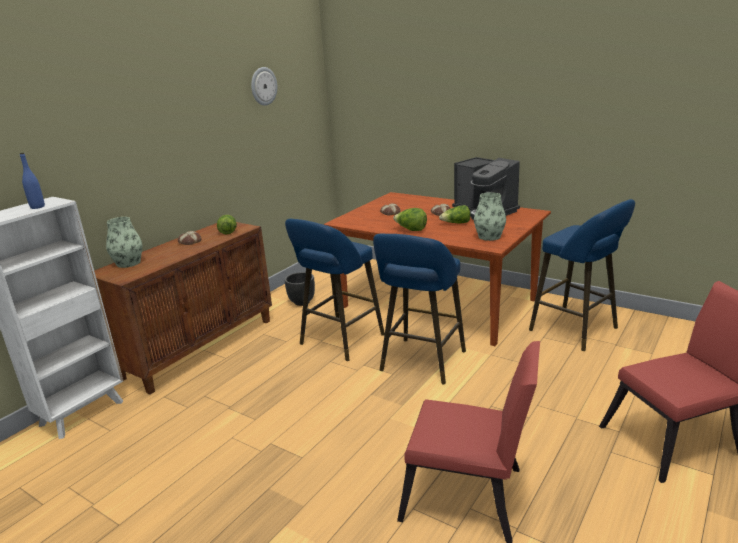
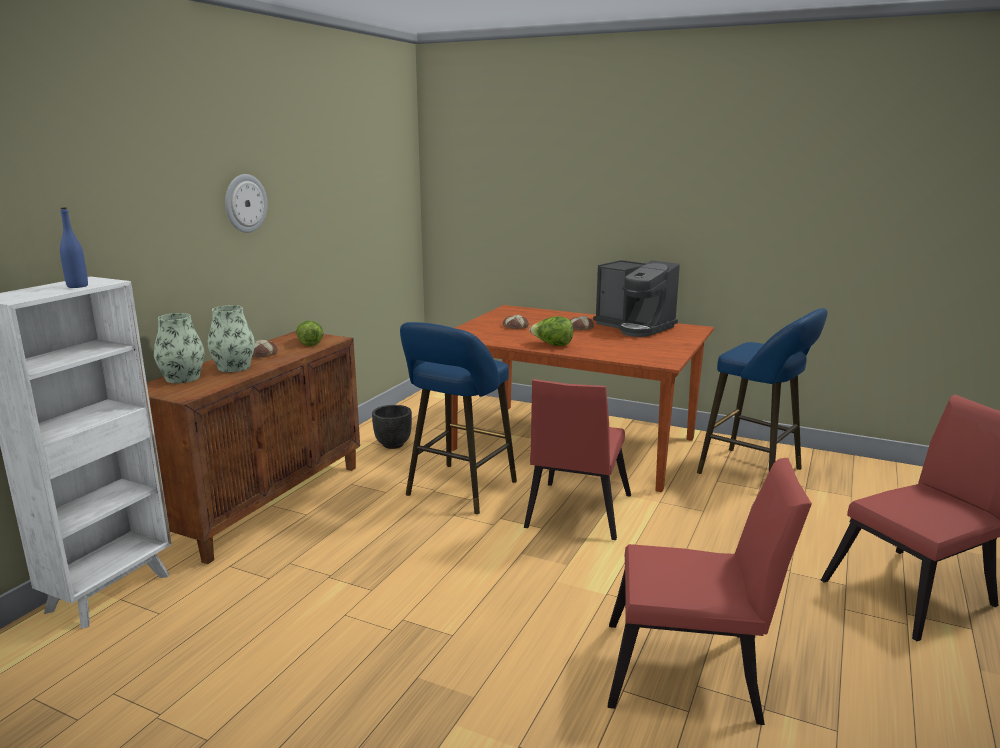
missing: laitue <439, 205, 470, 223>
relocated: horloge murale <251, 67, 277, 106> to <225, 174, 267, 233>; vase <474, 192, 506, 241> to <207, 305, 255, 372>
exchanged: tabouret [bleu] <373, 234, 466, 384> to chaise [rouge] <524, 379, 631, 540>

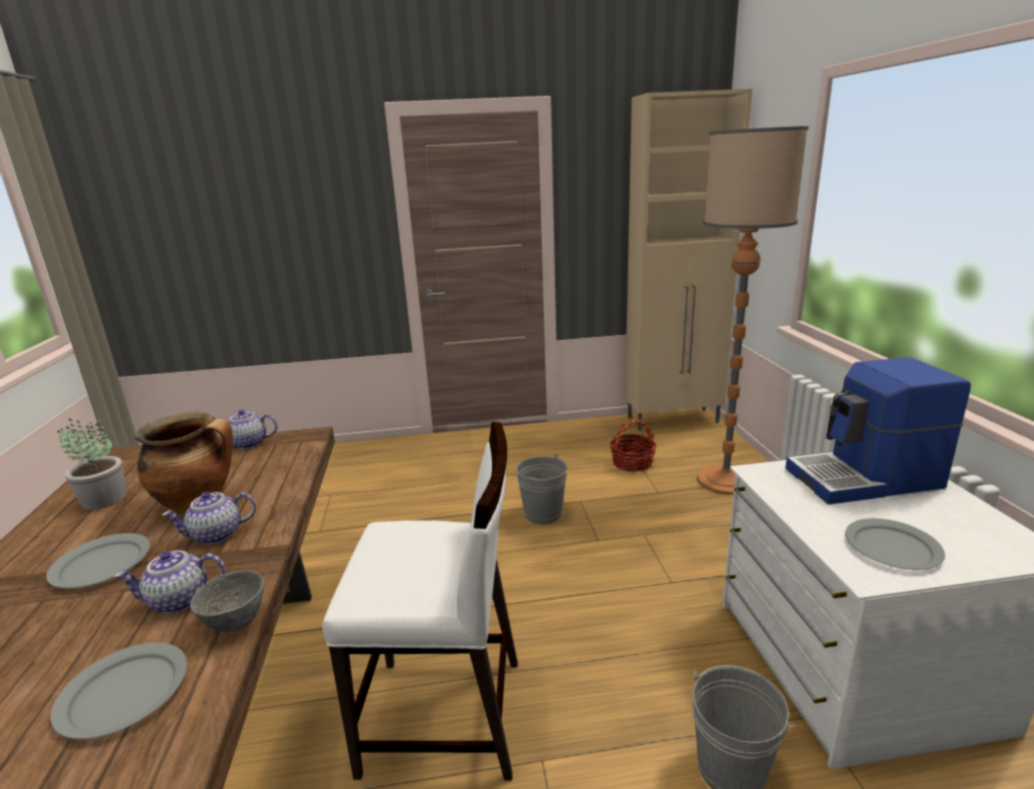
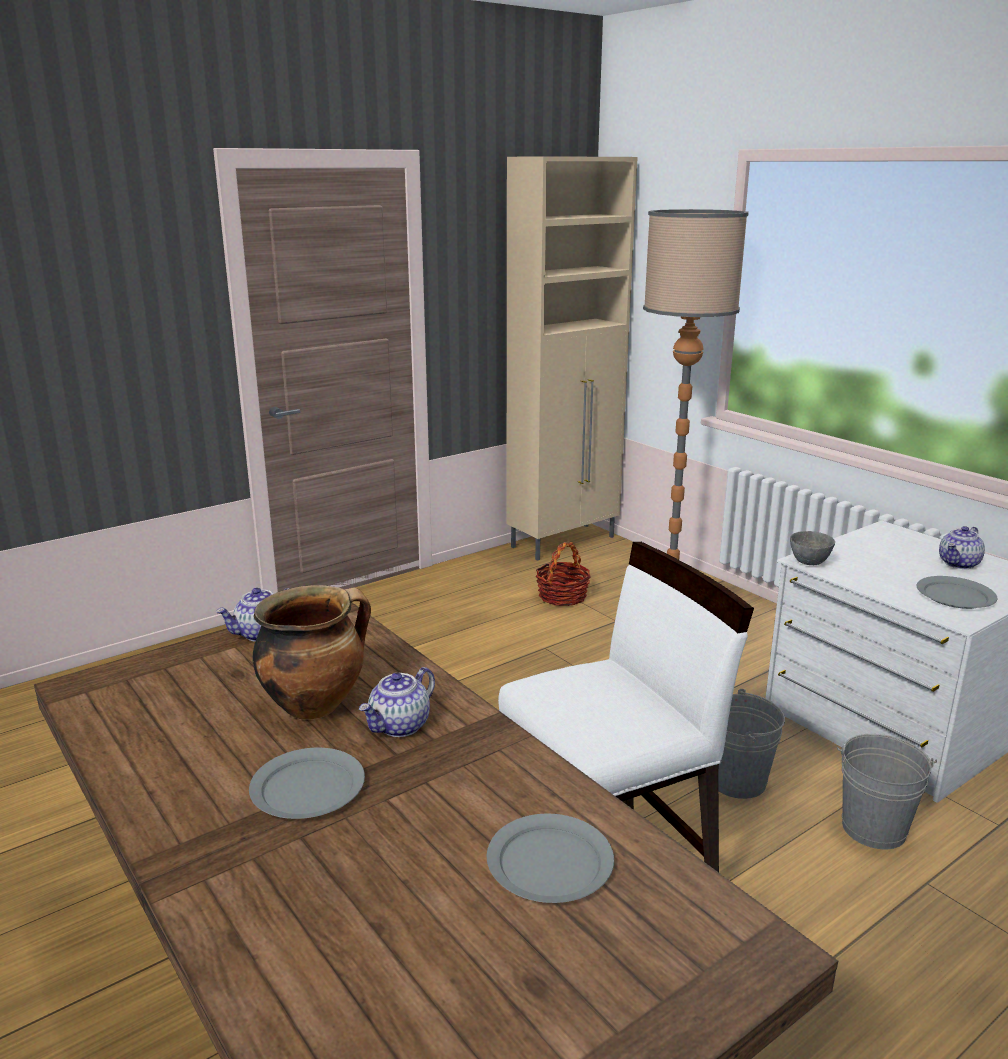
missing: plante en pot <57, 418, 127, 510>; machine à café <785, 357, 971, 505>
relocated: théière <114, 550, 225, 613> to <939, 526, 985, 569>; bol [gris] <190, 570, 264, 632> to <790, 531, 835, 565>; seau [gris] <516, 454, 567, 524> to <718, 689, 785, 799>

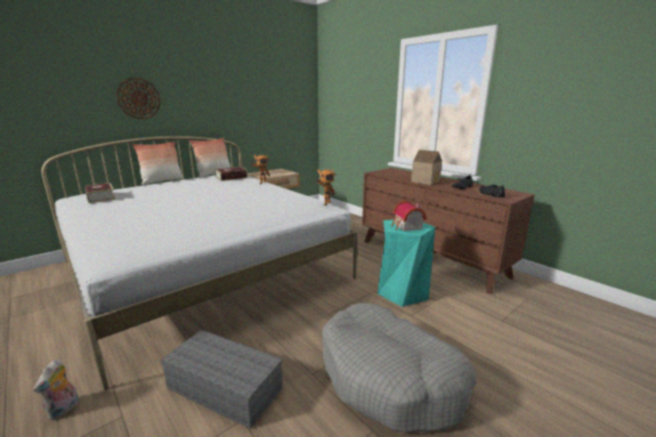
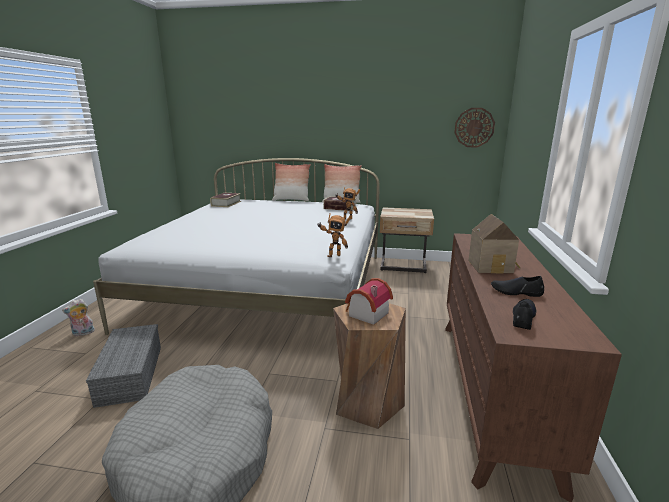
relocated: horloge murale <116, 78, 161, 119> to <454, 108, 495, 147>
colour: tabouret [turquoise] <377, 220, 435, 307> to tabouret [marron] <333, 303, 406, 429>

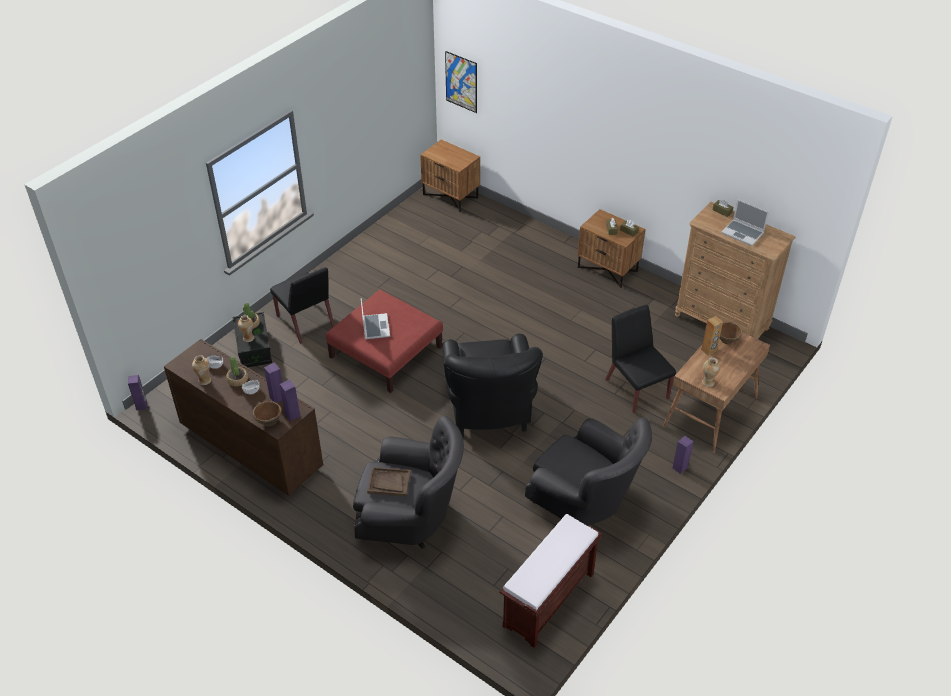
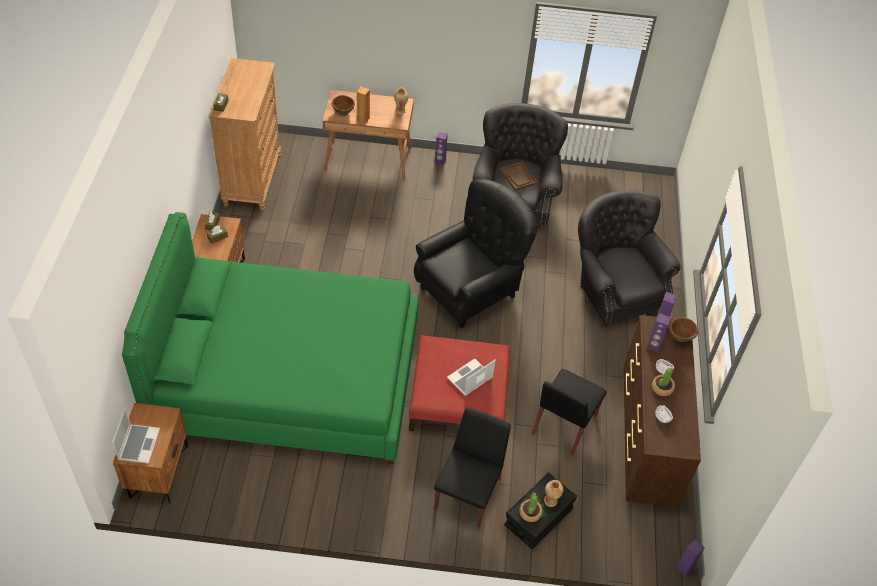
missing: vase <192, 355, 211, 385>; tableau <445, 51, 477, 113>; banc [marron] <499, 514, 602, 648>
appeared: lit [vert] <122, 212, 419, 464>
relocated: plateau [marron] <367, 467, 411, 496> to <500, 162, 538, 191>; chaise [noir] <605, 305, 676, 413> to <531, 369, 606, 456>; ordinateur portable <721, 199, 769, 246> to <112, 408, 160, 464>

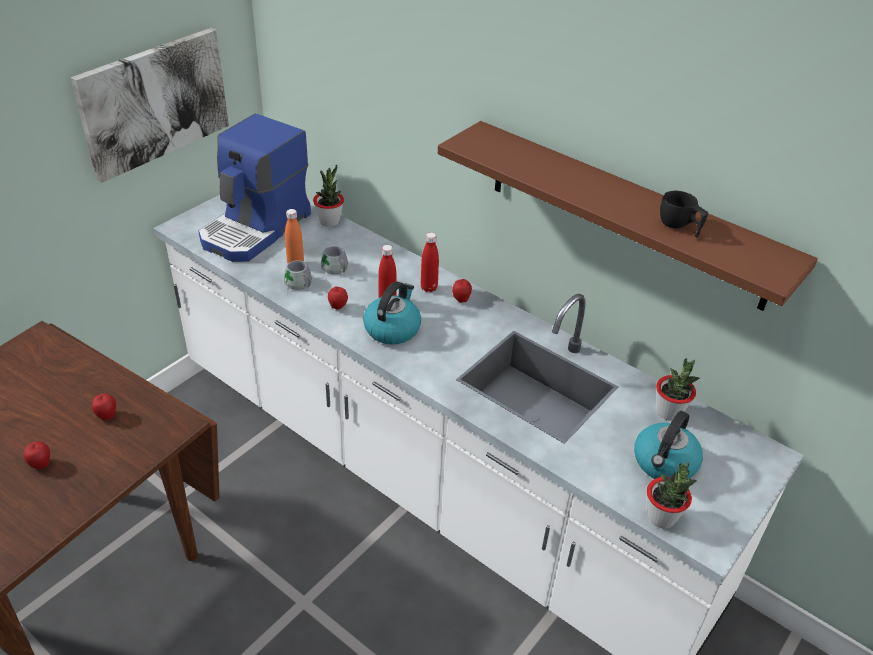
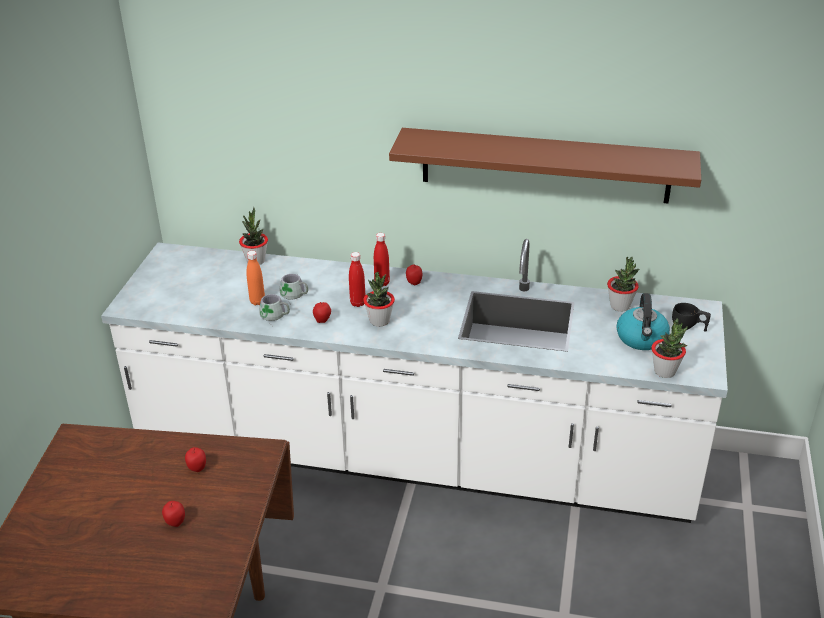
missing: tableau <71, 28, 229, 183>; machine à café <199, 114, 311, 262>
relocated: tasse [noir] <660, 191, 708, 238> to <672, 303, 711, 332>
exchanged: bouilloire <363, 281, 421, 345> to plante en pot <363, 272, 395, 327>

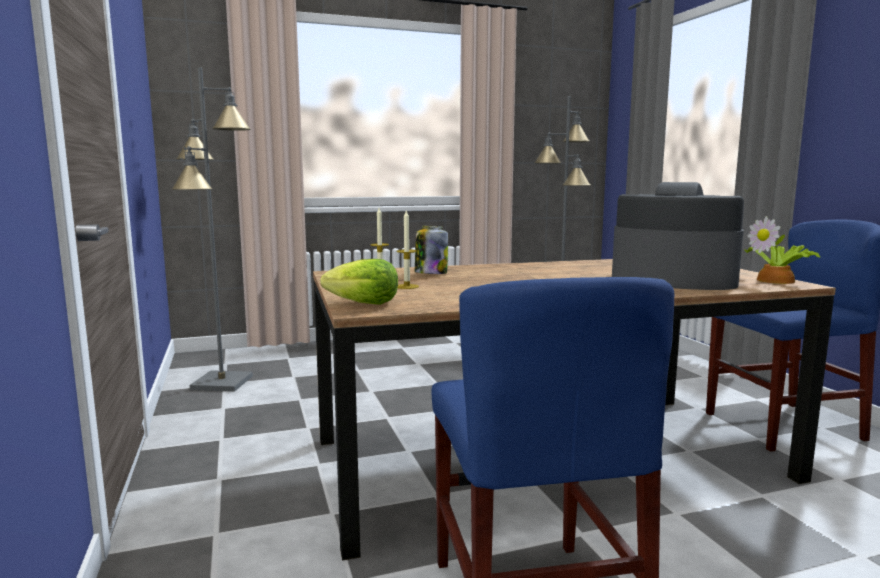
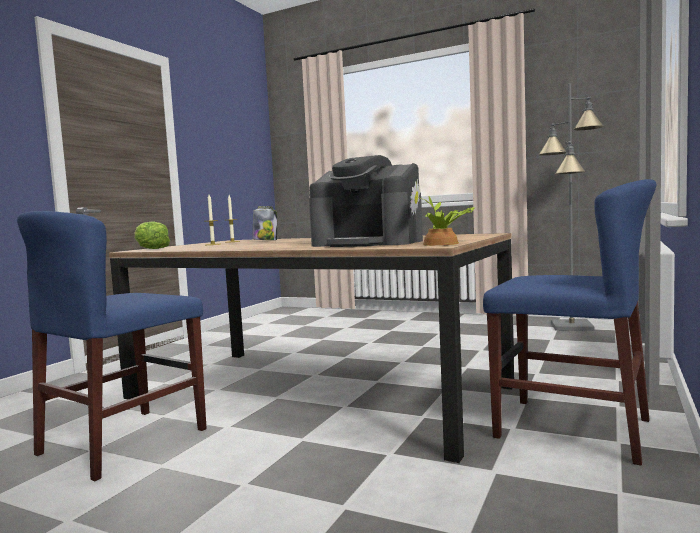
missing: lampadaire [gris] <172, 67, 253, 392>
spun: machine à café <612, 182, 744, 290> = <309, 155, 423, 247> 135 degrees clockwise

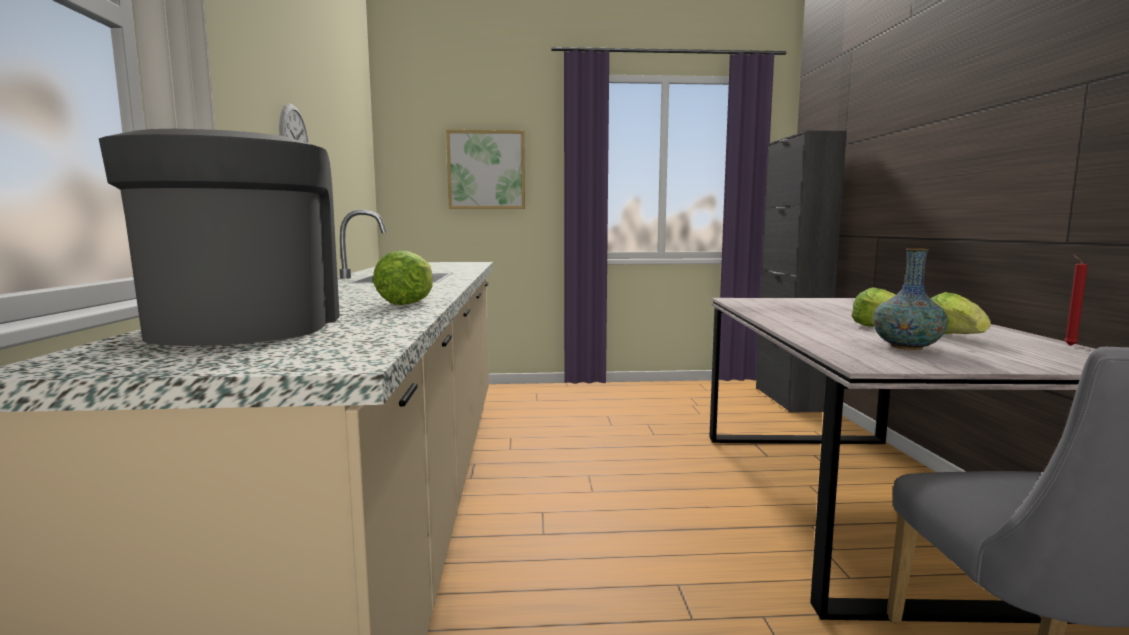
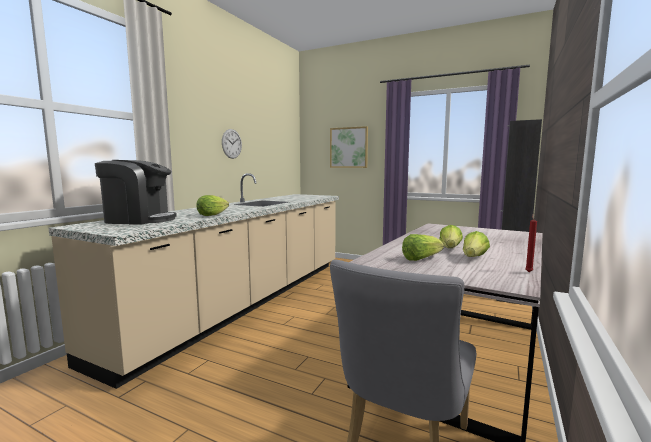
exchanged: vase <873, 248, 948, 350> to laitue <402, 234, 444, 261>
spun: machine à café <99, 129, 340, 346> = <95, 160, 177, 225> 75 degrees clockwise

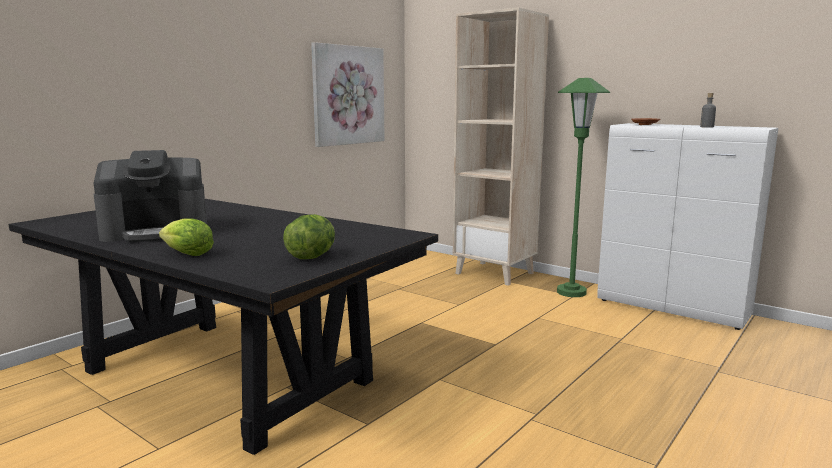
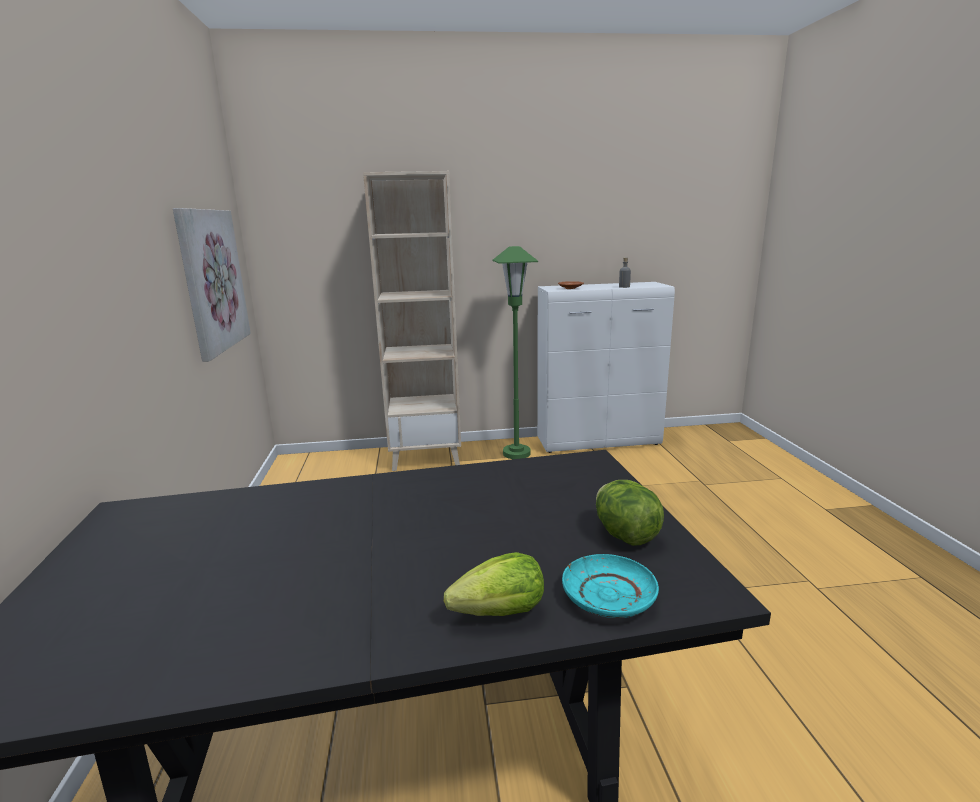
missing: machine à café <94, 150, 207, 242>
appeared: assiette [turquoise] <562, 554, 659, 618>

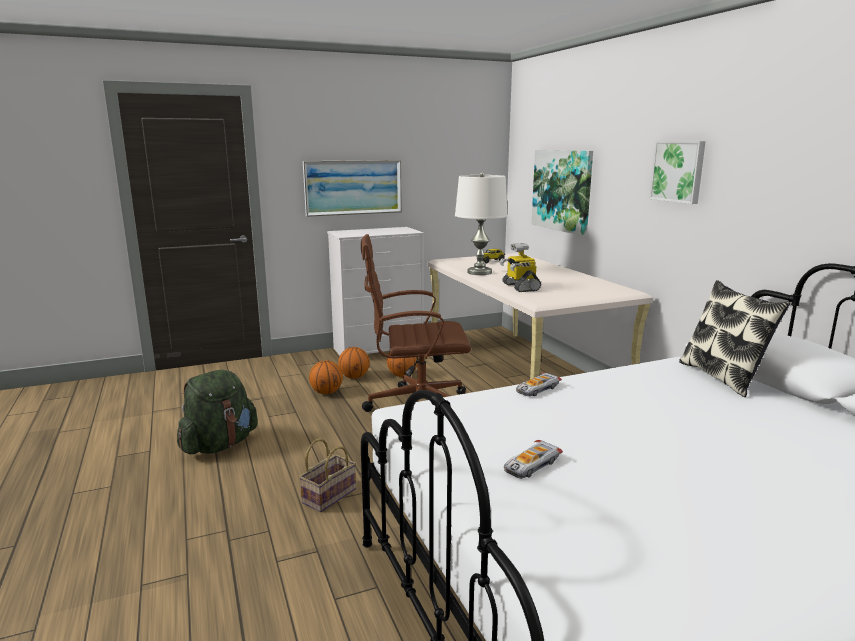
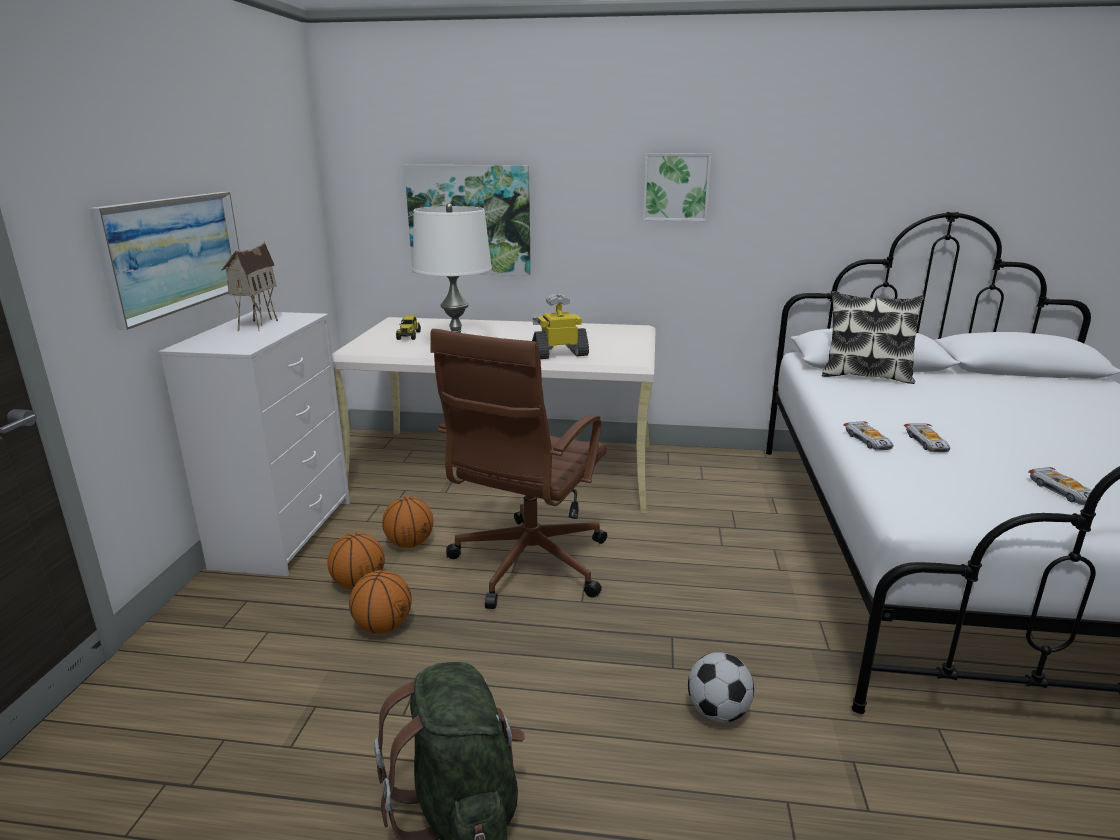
appeared: maison miniature <221, 242, 278, 331>; petite voiture <904, 423, 950, 452>
exchanged: panier <299, 438, 356, 512> to ballon de foot <688, 652, 754, 722>
spun: robot jouet <500, 243, 541, 292> = <532, 294, 589, 359> 150 degrees clockwise

